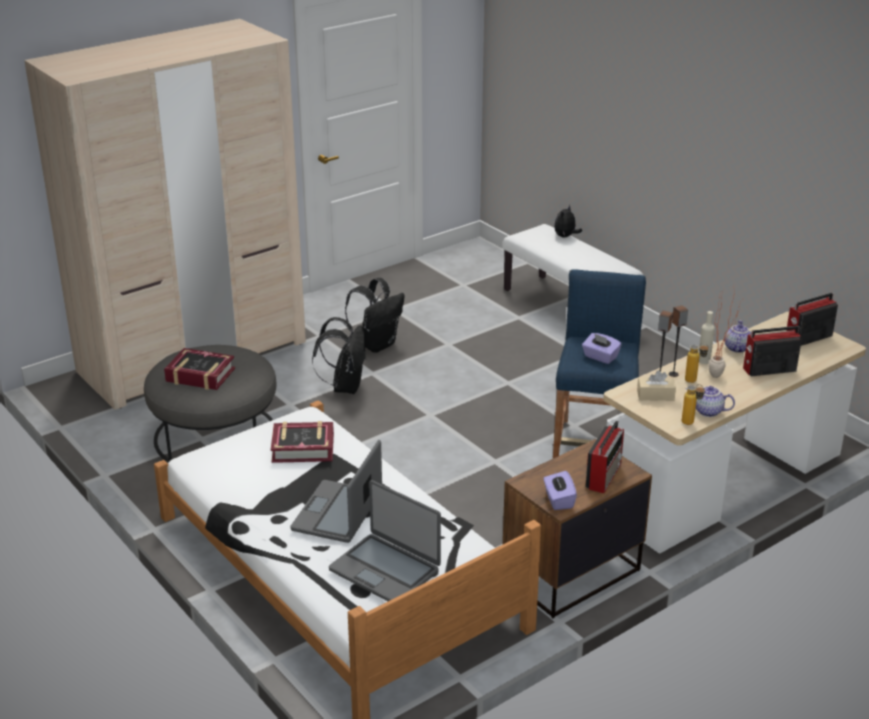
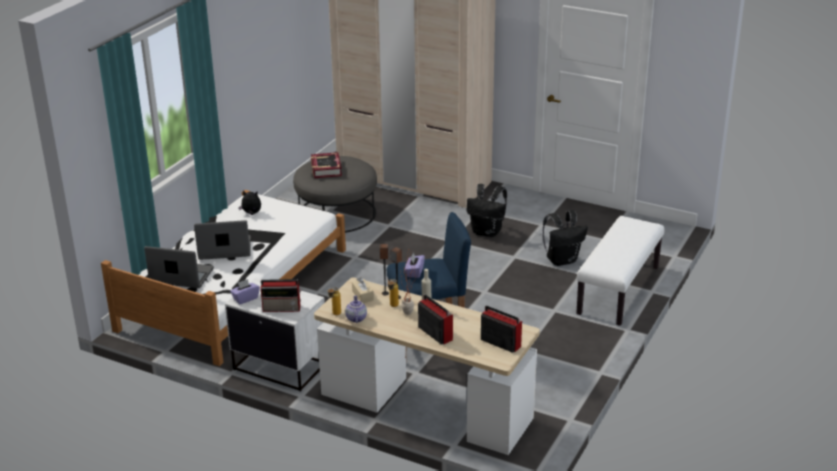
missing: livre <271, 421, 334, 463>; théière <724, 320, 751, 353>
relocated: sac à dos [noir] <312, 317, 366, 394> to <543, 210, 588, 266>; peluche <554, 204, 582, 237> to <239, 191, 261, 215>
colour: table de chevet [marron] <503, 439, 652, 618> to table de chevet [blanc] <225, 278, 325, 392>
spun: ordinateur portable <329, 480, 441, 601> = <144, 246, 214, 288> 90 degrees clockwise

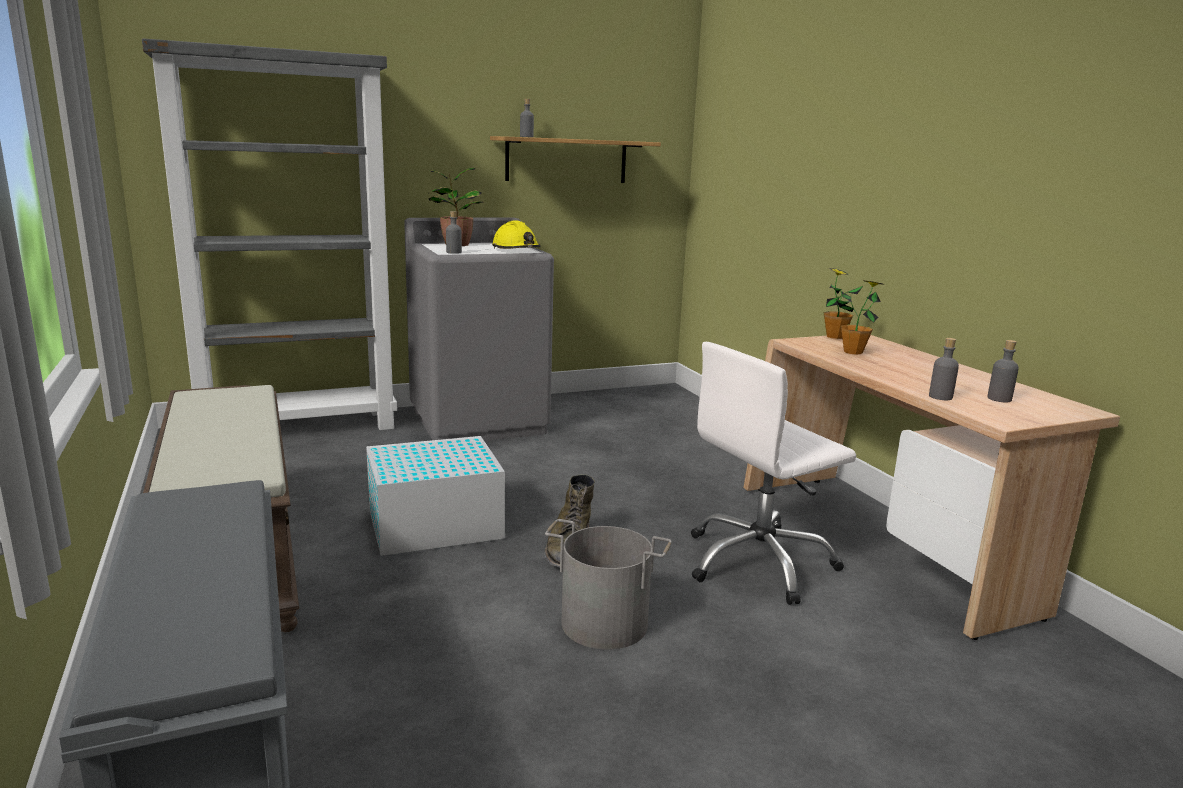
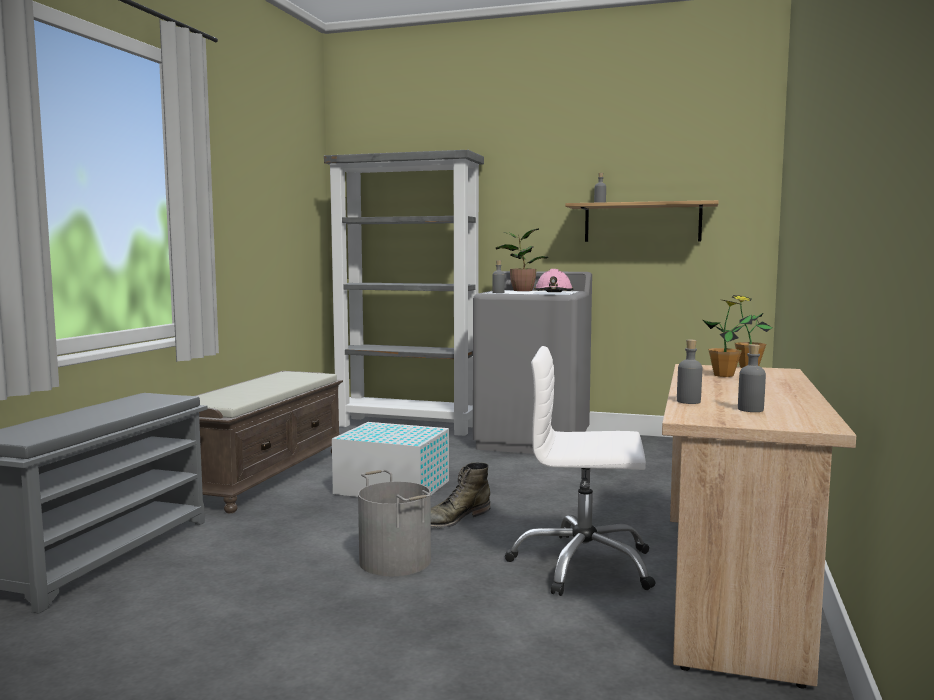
colour: casque de chantier [jaune] <492, 221, 540, 249> to casque de chantier [rose] <534, 269, 574, 292>

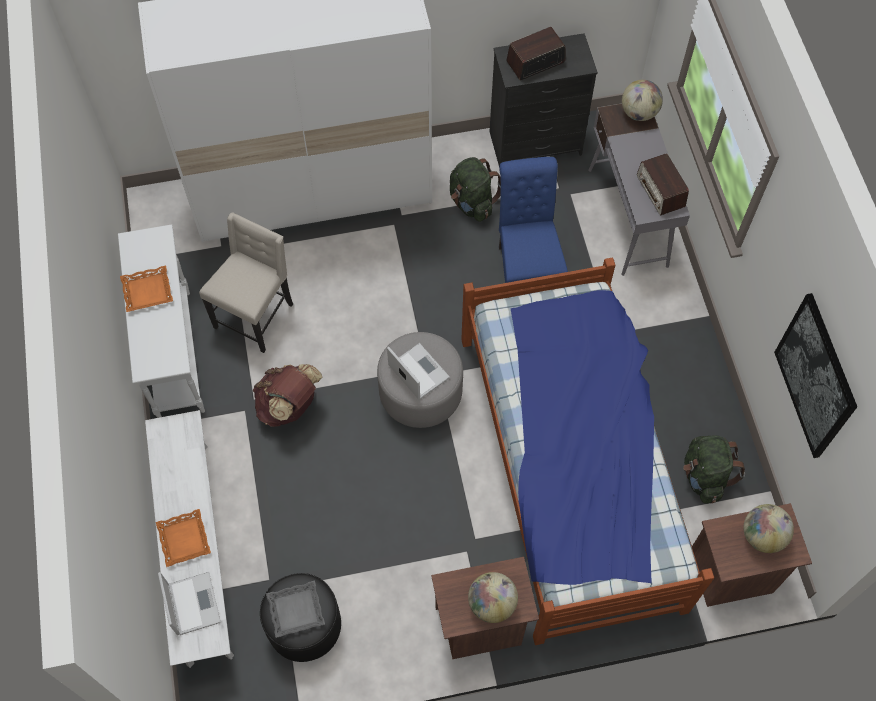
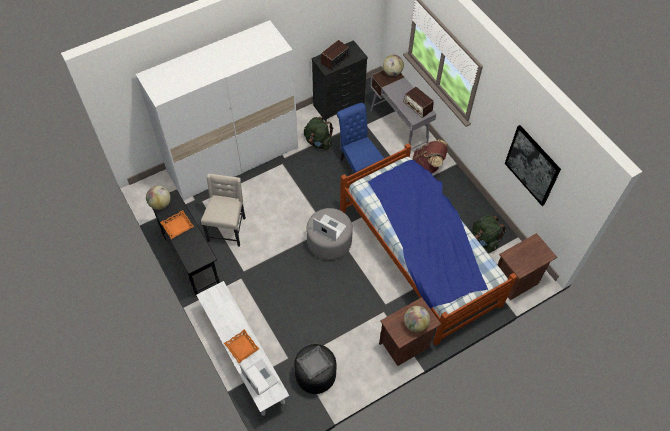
relocated: sac à dos [marron] <253, 364, 322, 427> to <412, 139, 448, 174>; globe <743, 504, 794, 553> to <146, 186, 171, 210>
colour: table console [blanc] <118, 224, 205, 418> to table console [noir] <152, 189, 220, 297>

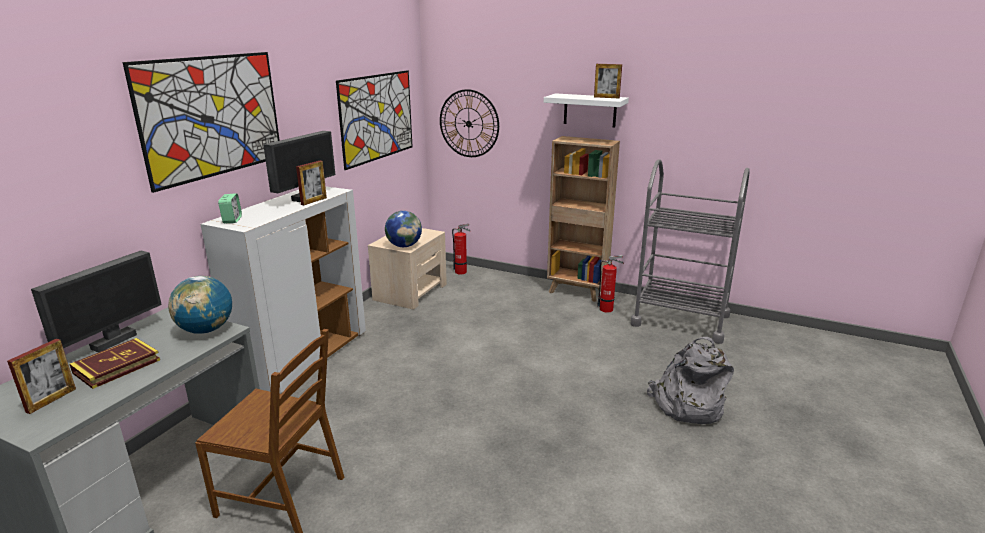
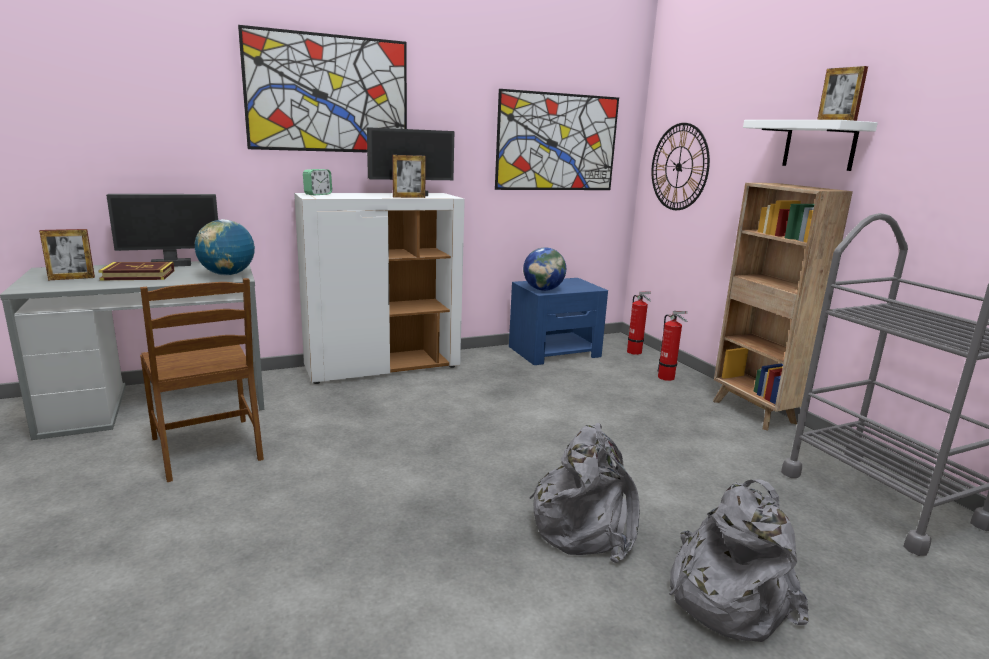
appeared: sac à dos [gris] <530, 423, 640, 563>
relocated: extincteur <597, 255, 624, 312> to <658, 311, 688, 381>
colour: table de chevet [beige] <368, 228, 447, 309> to table de chevet [bleu] <509, 278, 608, 365>

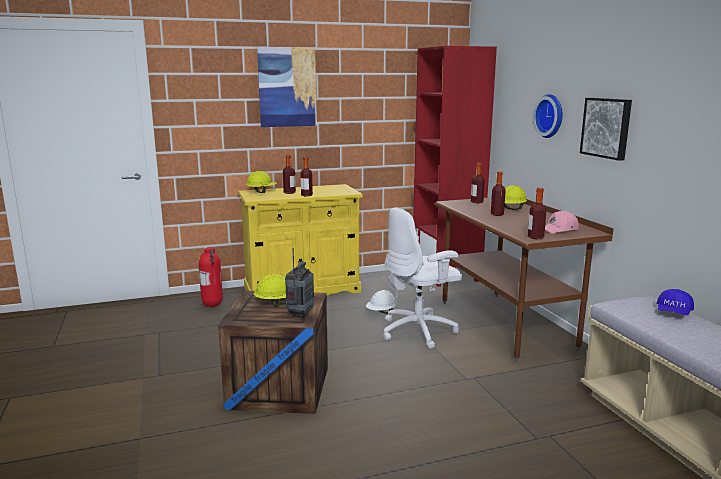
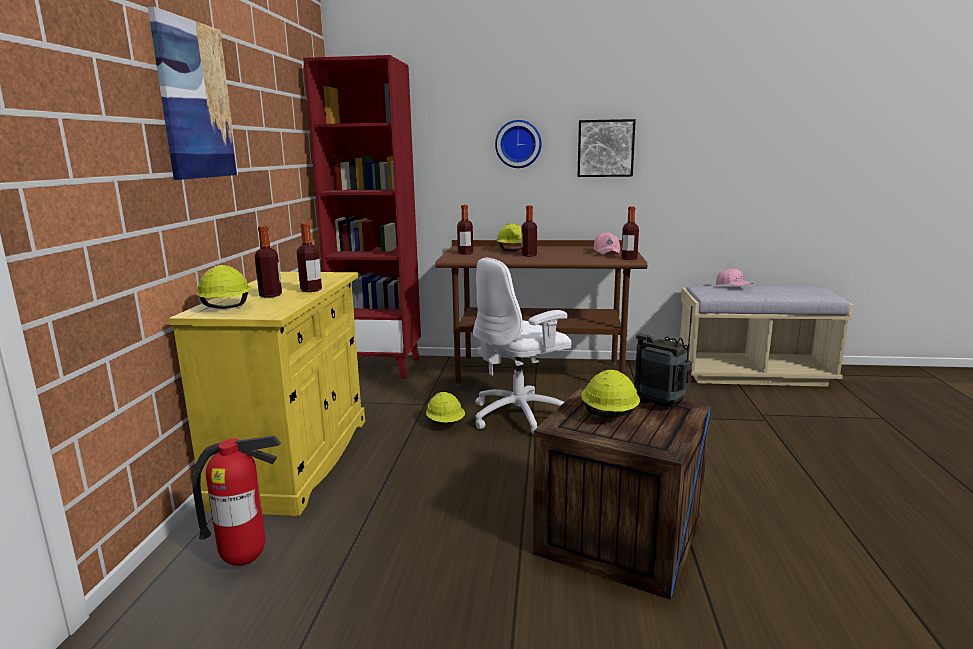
colour: casque de chantier [blanc] <366, 290, 397, 314> to casque de chantier [jaune] <426, 392, 465, 424>; casquette [bleu] <657, 289, 694, 315> to casquette [rose] <716, 269, 753, 286>
spun: chaise de bureau [blanc] <383, 207, 462, 349> = <473, 258, 572, 435> 60 degrees clockwise

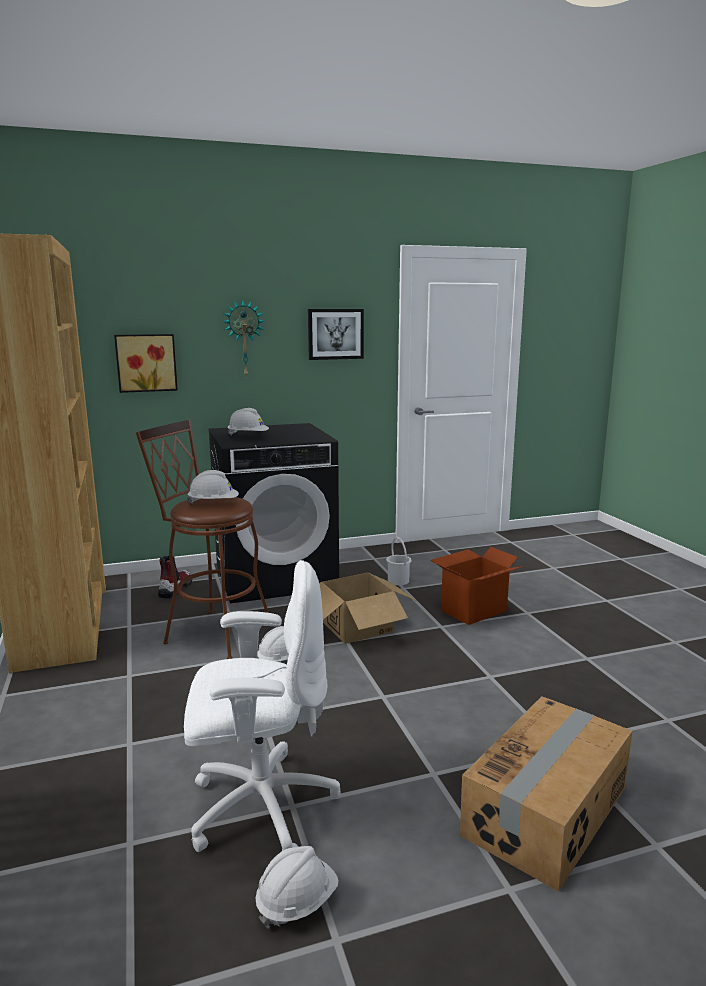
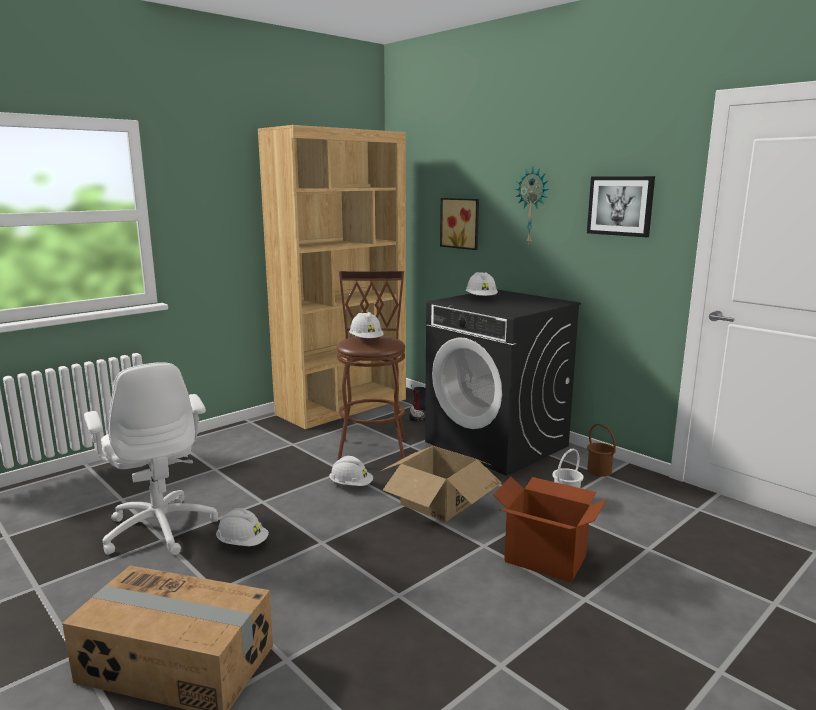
appeared: seau [marron] <587, 424, 616, 477>
relocated: casque de chantier [blanc] <255, 846, 339, 929> to <216, 508, 269, 546>

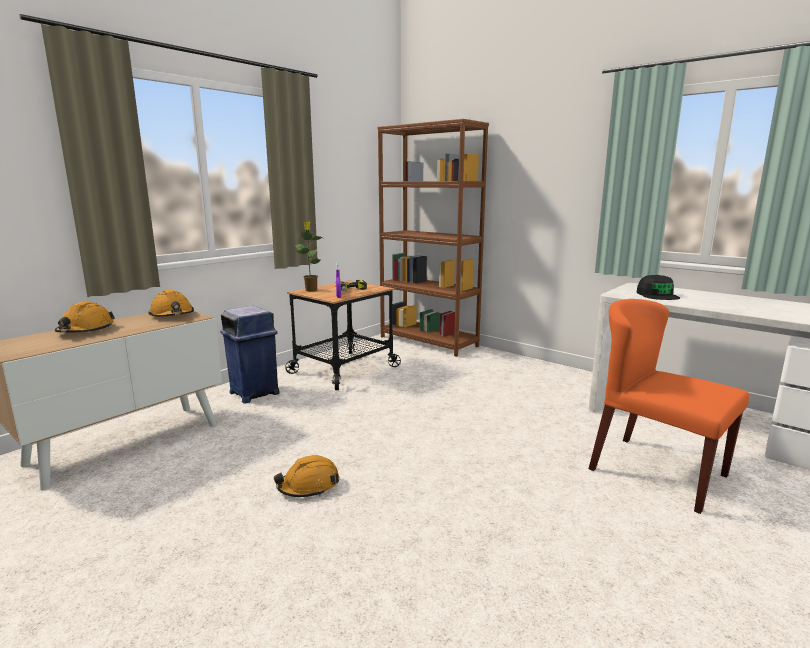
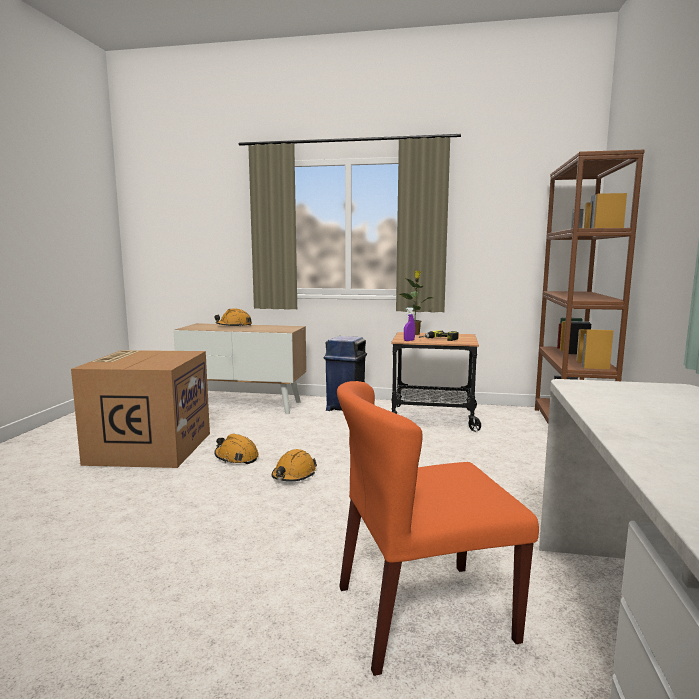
missing: casquette [noir] <636, 275, 680, 300>
appeared: carton <71, 350, 210, 468>
relocated: casque de chantier [orange] <149, 289, 194, 317> to <271, 449, 317, 481>
spun: chaise [orange] <589, 299, 749, 514> = <337, 381, 539, 676> 120 degrees counterclockwise

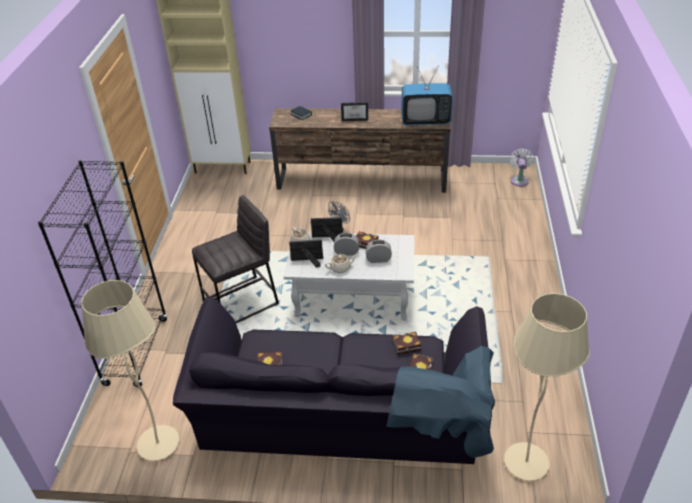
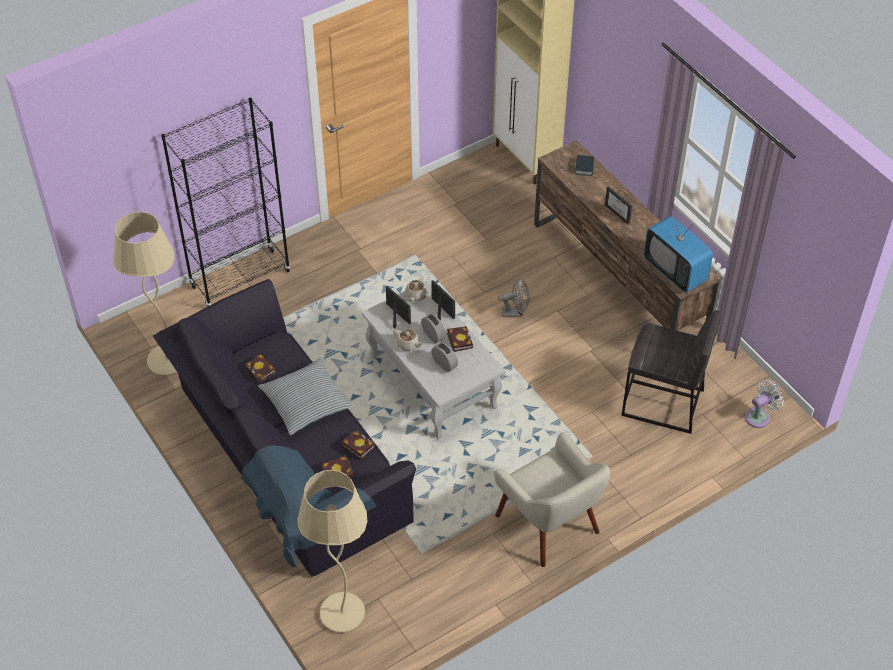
appeared: coussin <258, 357, 353, 435>; fauteuil [beige] <494, 432, 610, 567>
relocated: tabouret [gris] <192, 195, 279, 323> to <621, 310, 721, 434>

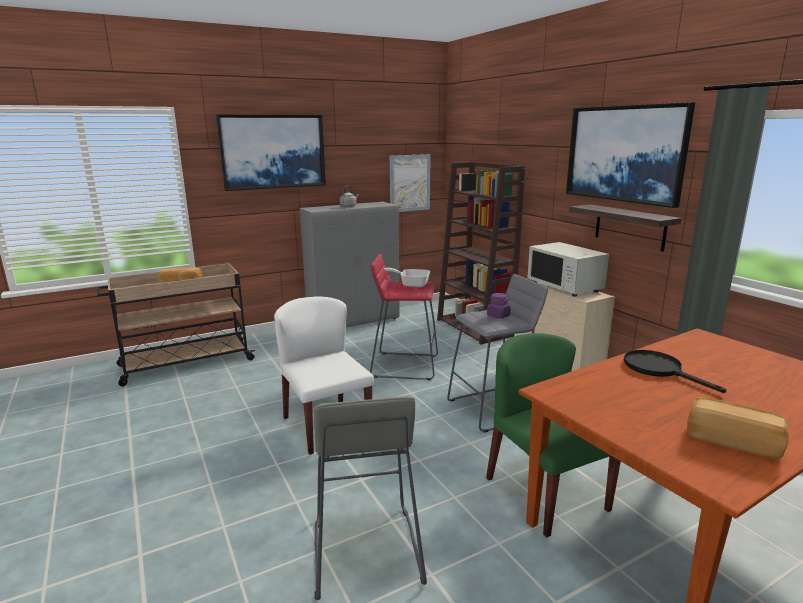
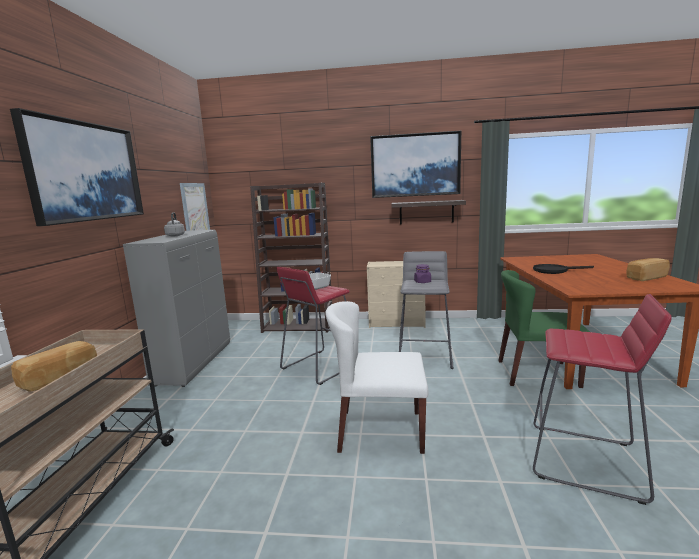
missing: micro-ondes [blanc] <527, 242, 609, 297>
colour: tabouret [gris] <314, 396, 427, 600> to tabouret [rouge] <533, 294, 672, 505>

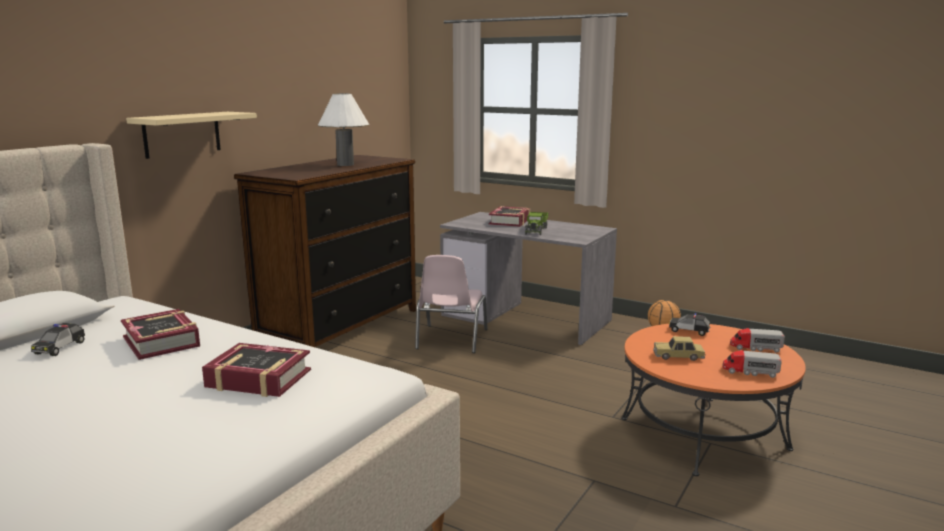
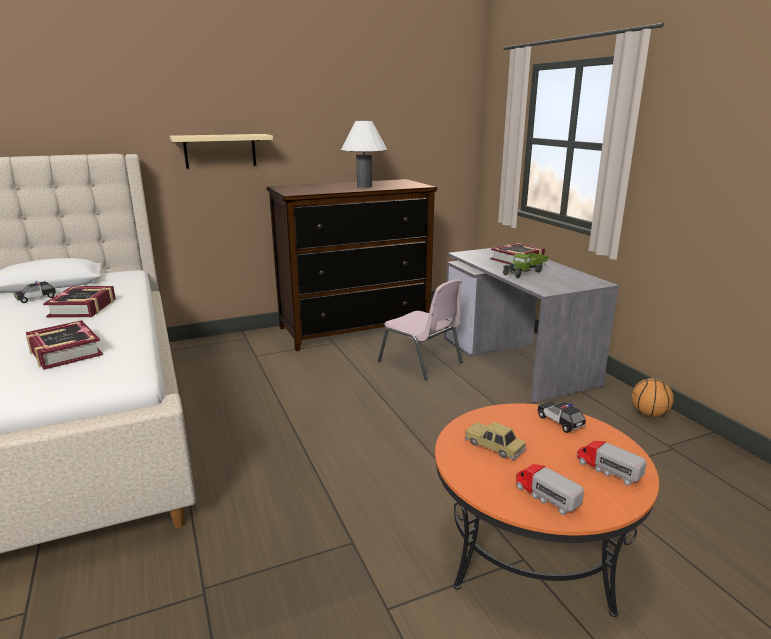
spun: chaise [rose] <415, 255, 488, 353> = <378, 279, 462, 380> 90 degrees counterclockwise

